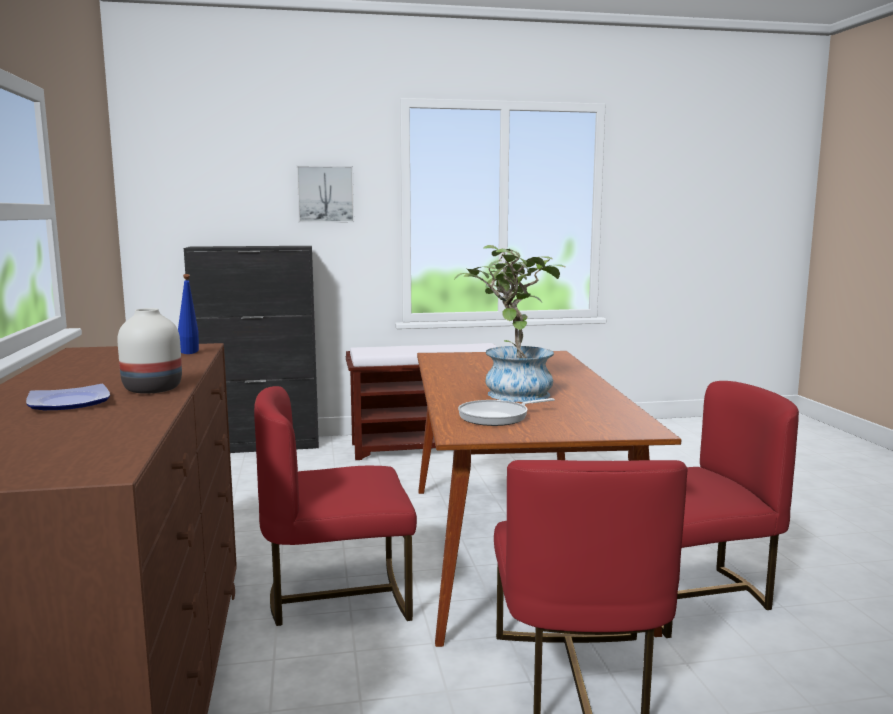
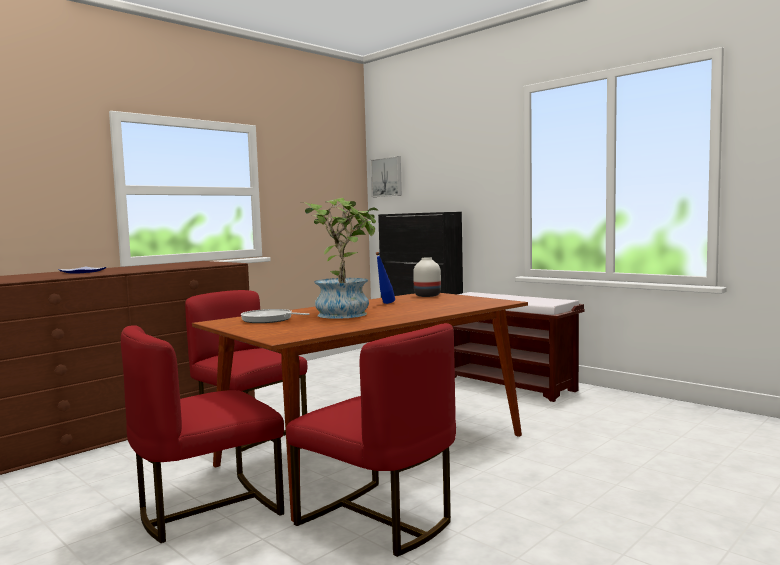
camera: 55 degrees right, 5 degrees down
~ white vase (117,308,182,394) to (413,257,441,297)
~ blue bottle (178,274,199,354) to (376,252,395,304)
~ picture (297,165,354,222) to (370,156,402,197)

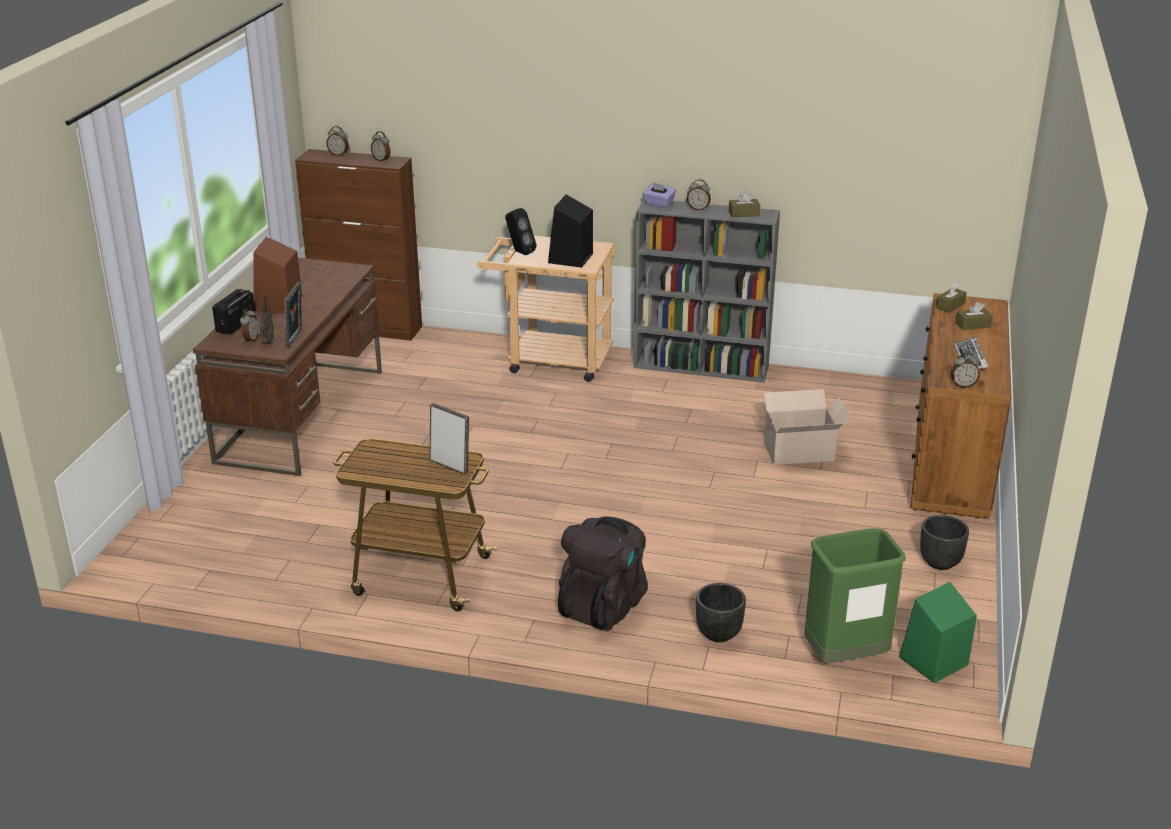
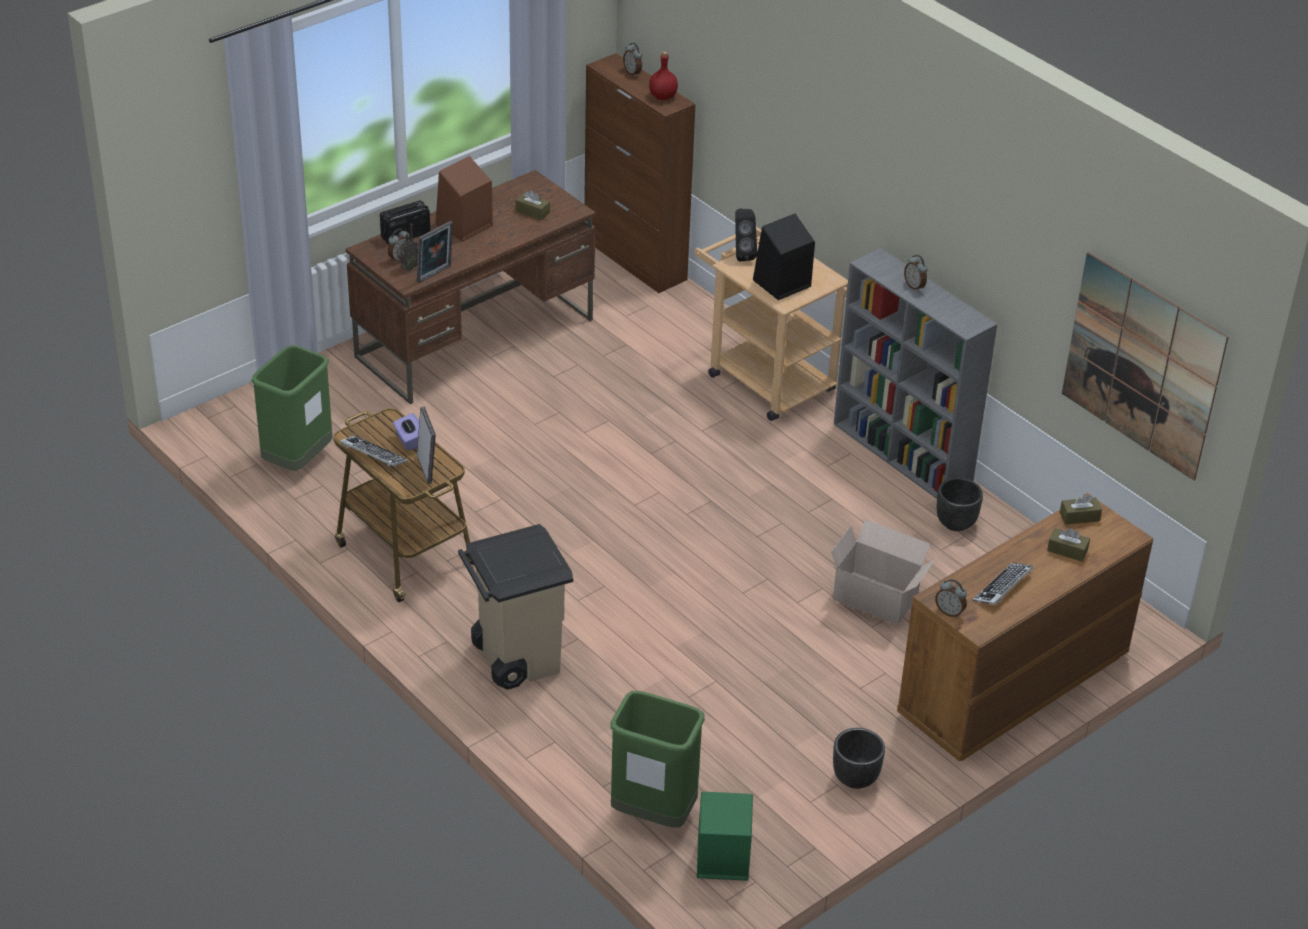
camera: 35 degrees right, 10 degrees up
~ alarm clock (371,131,391,162) to red bottle (649,51,678,100)
~ black backpack (558,516,648,631) to beige trash can (458,524,573,690)
~ purple tissue box (643,182,676,208) to (393,413,419,451)
~ black planter (696,583,746,642) to (937,477,983,531)
~ brown tissue box (729,191,760,217) to (515,190,550,220)
+ green trash can (251,345,333,471)
+ keyboard (340,436,408,467)
+ picture (1062,252,1228,481)

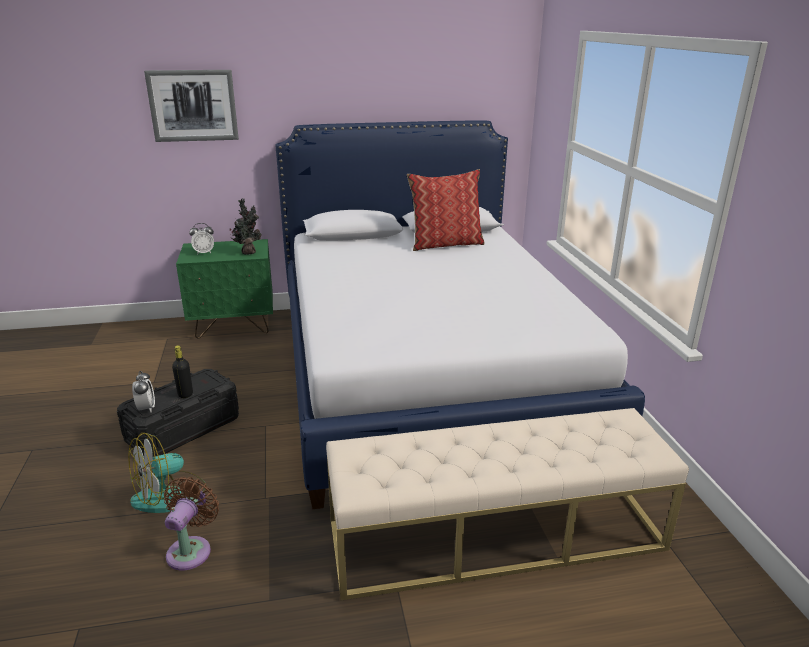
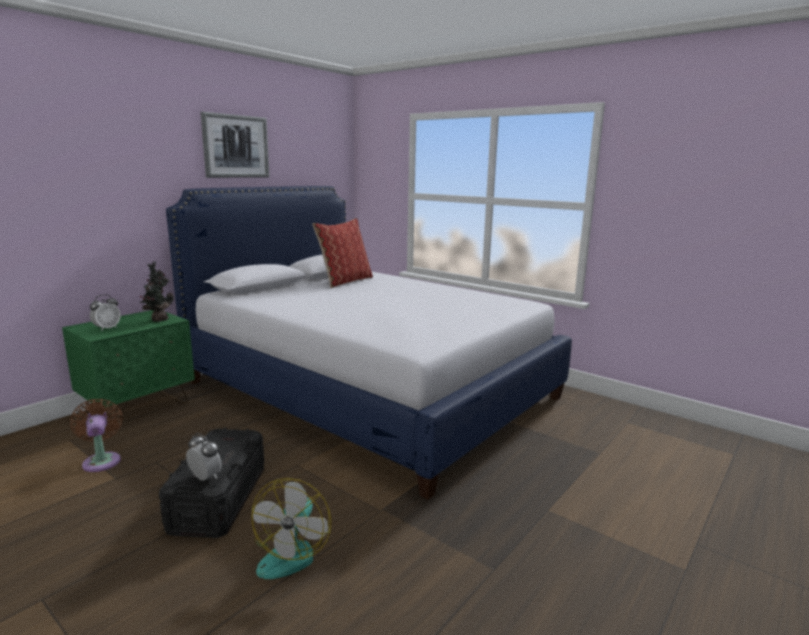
camera: 40 degrees left, 10 degrees down
~ picture (144,70,239,142) to (201,112,269,178)
~ brown fan (164,477,219,570) to (70,399,123,472)
- black bottle (172,345,193,398)
- beige bench (326,408,689,600)

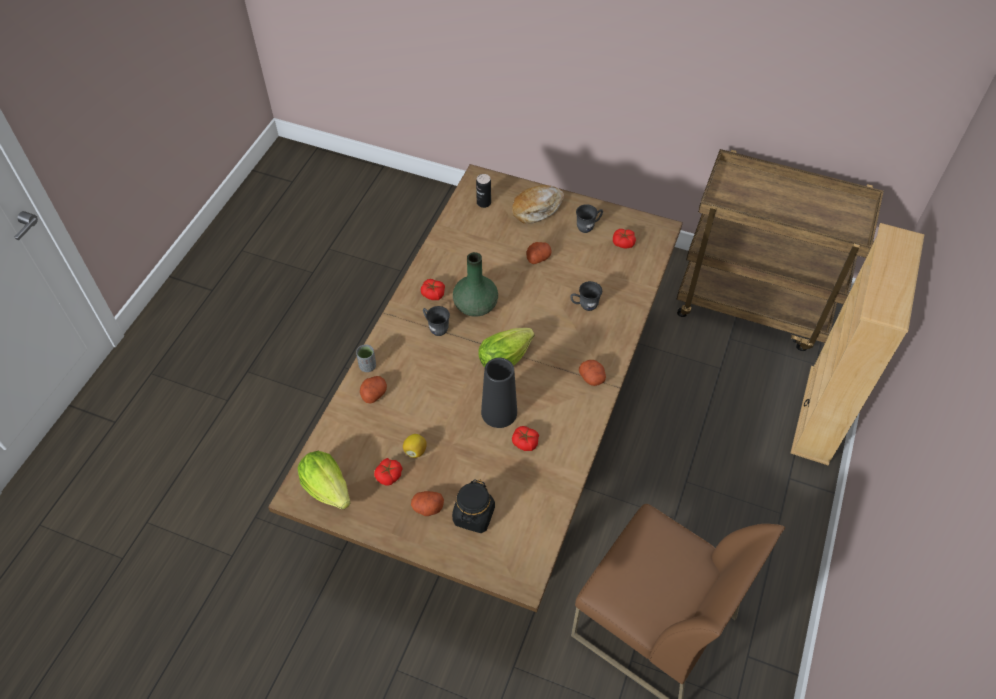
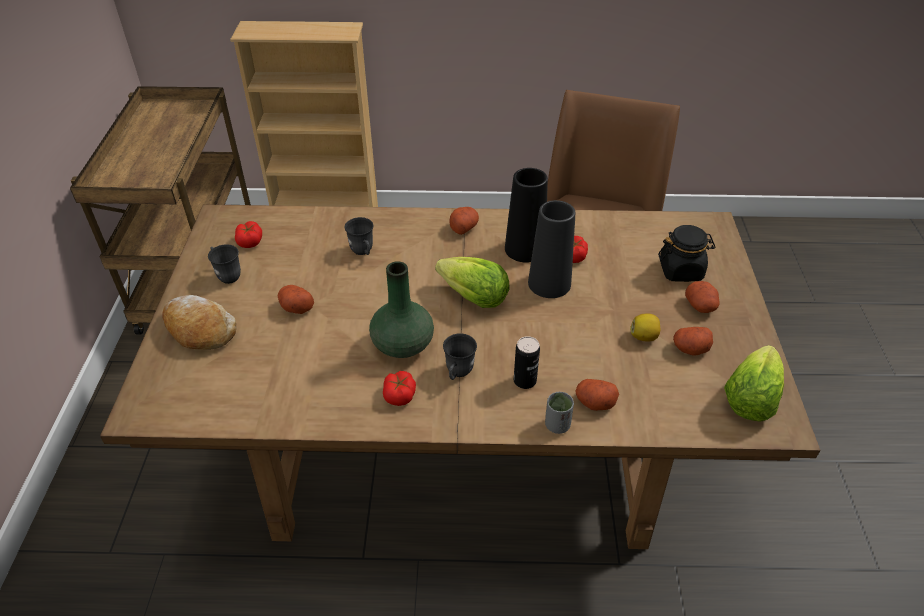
camera: 110 degrees left, 10 degrees down
~ tomato (374,458,403,485) to potato (673,327,713,356)
~ can (476,174,491,208) to (514,336,540,389)
+ black vase (505,168,548,262)

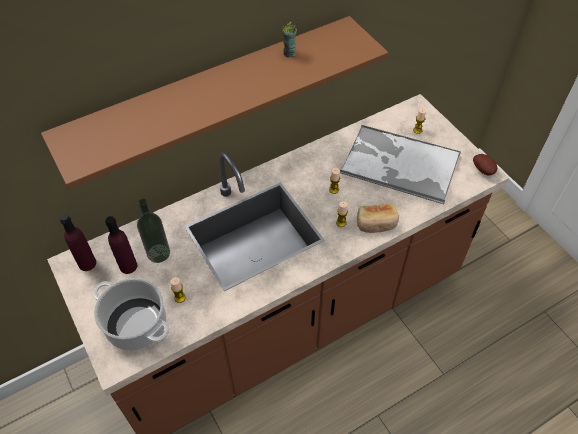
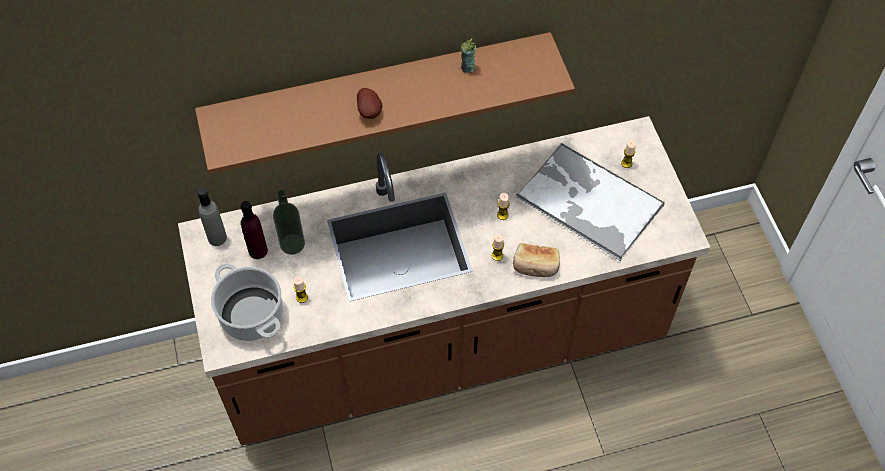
camera: 15 degrees right, 5 degrees up
~ purple bottle (60,213,96,271) to grey bottle (197,187,227,246)
~ potato (473,154,497,175) to (357,88,383,119)

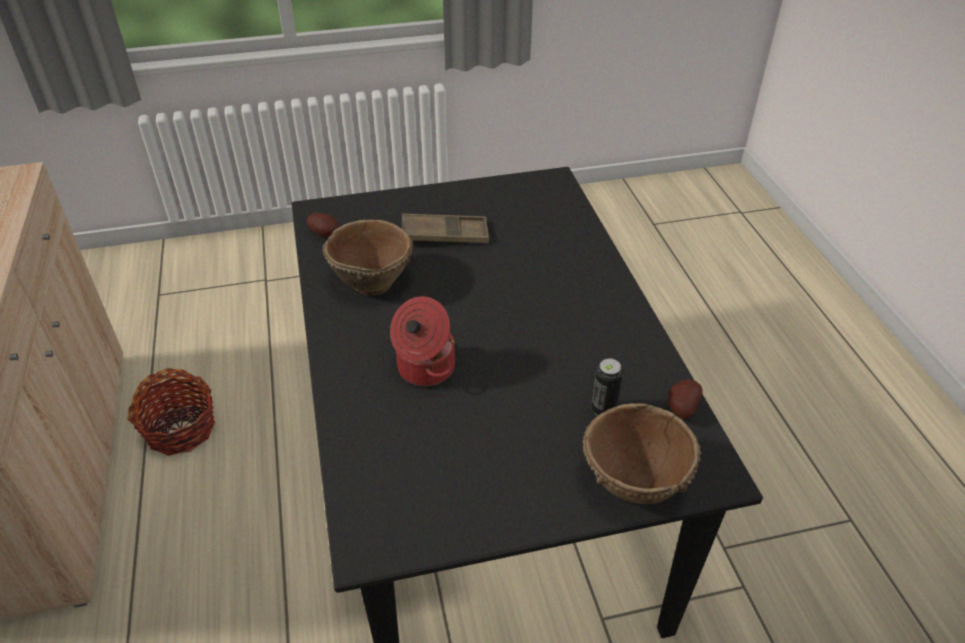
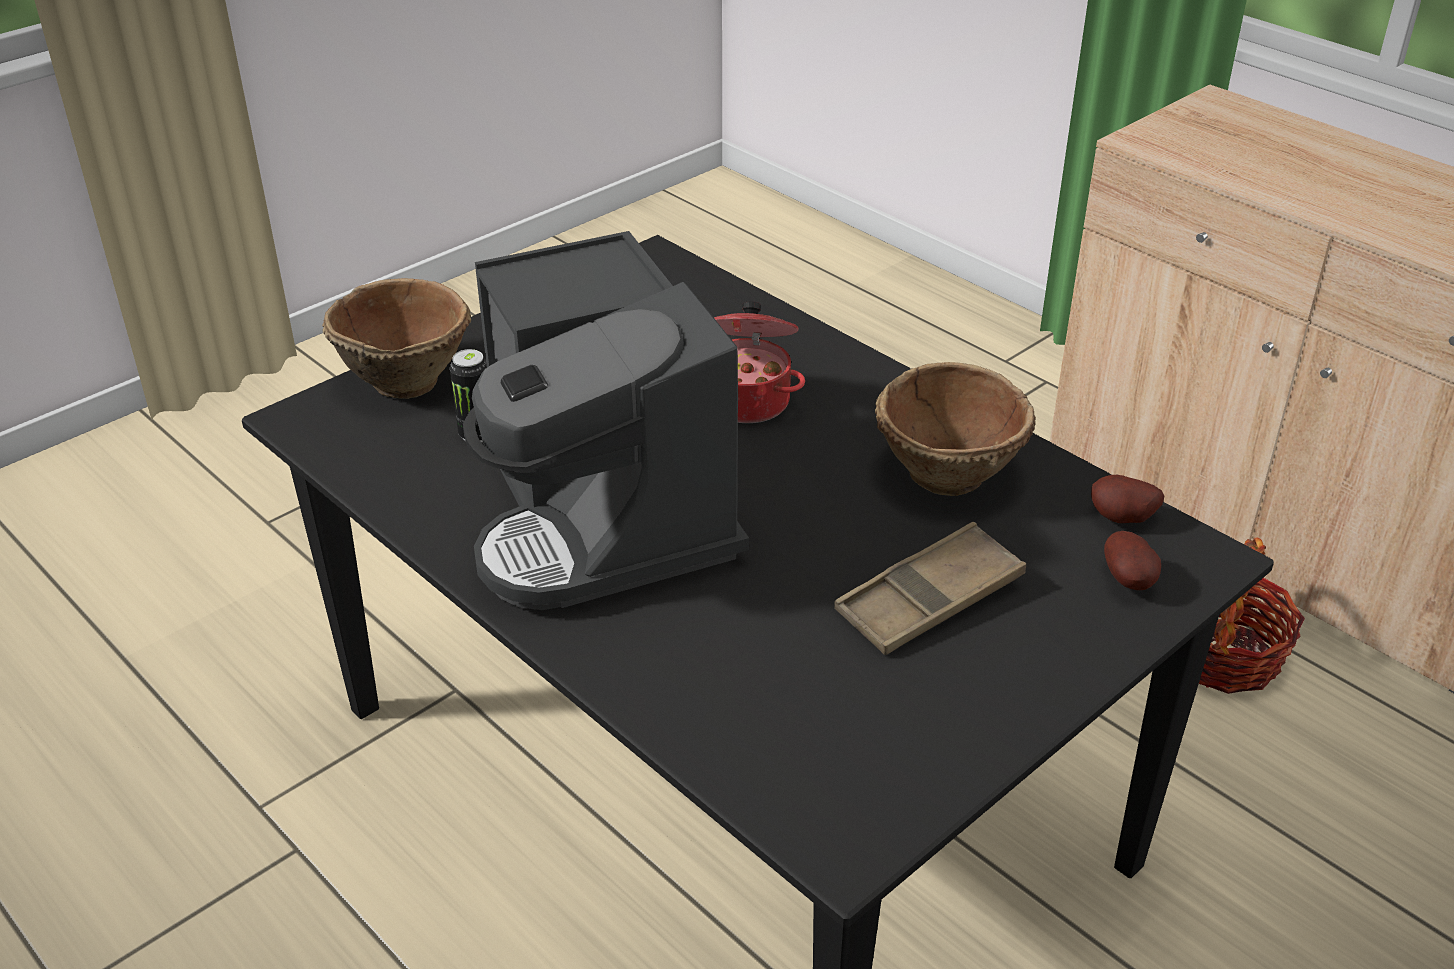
camera: 150 degrees right, 5 degrees down
~ potato (668,379,703,419) to (1104,531,1161,590)
+ coffee machine (463,231,749,610)

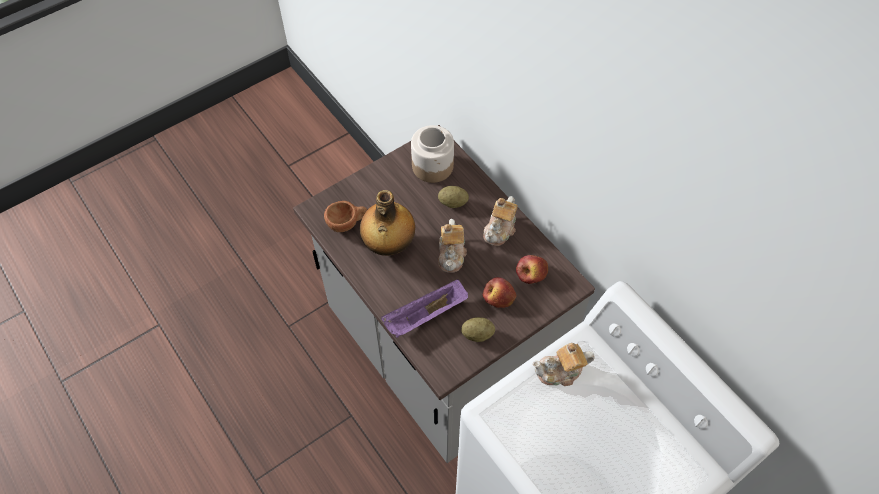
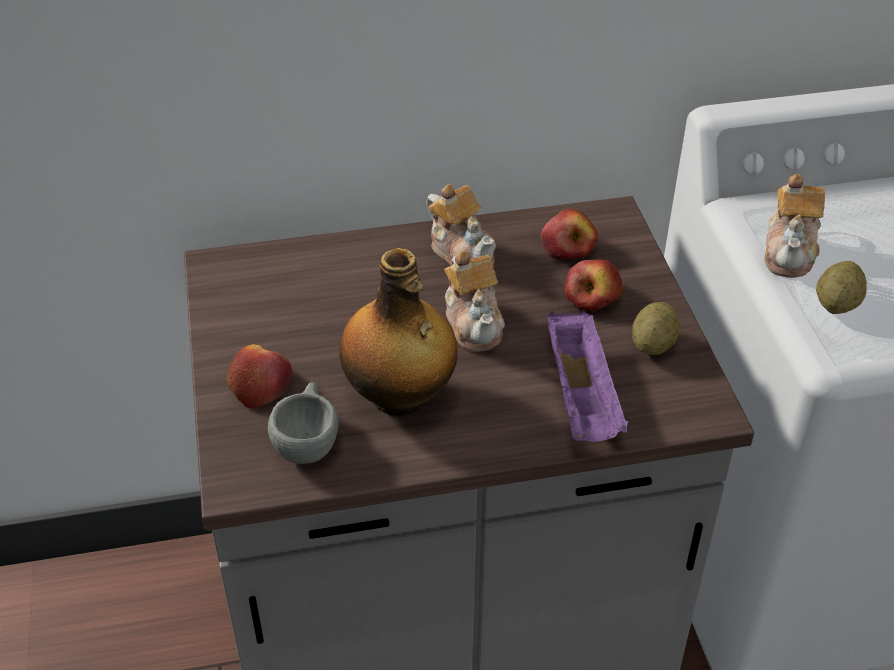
camera: 65 degrees left, 15 degrees down
~ brown cup (324,201,367,232) to grey cup (268,382,339,464)
- jar (411,125,454,183)
~ potato (438,186,469,208) to (816,261,867,314)
~ teapot (438,219,467,273) = (444,250,505,352) 45 degrees clockwise
+ apple (227,345,292,409)

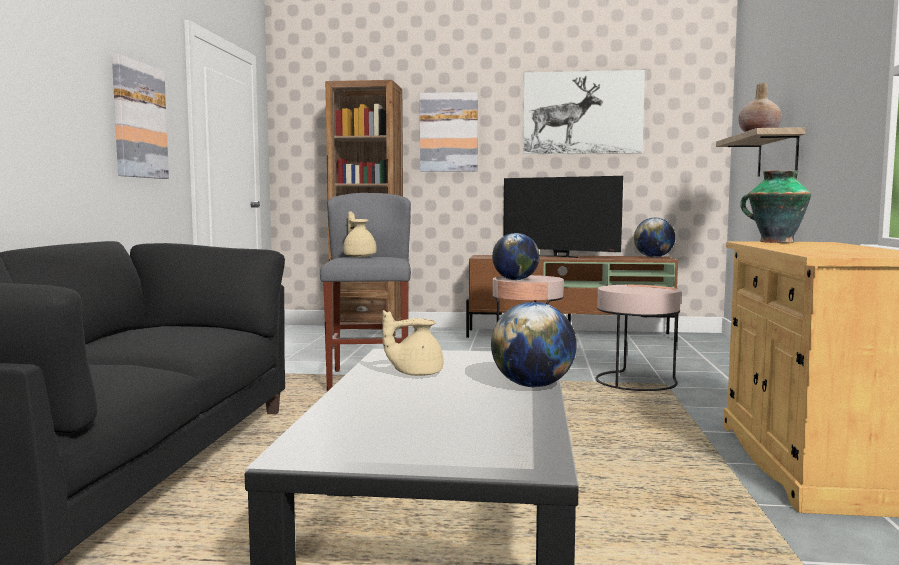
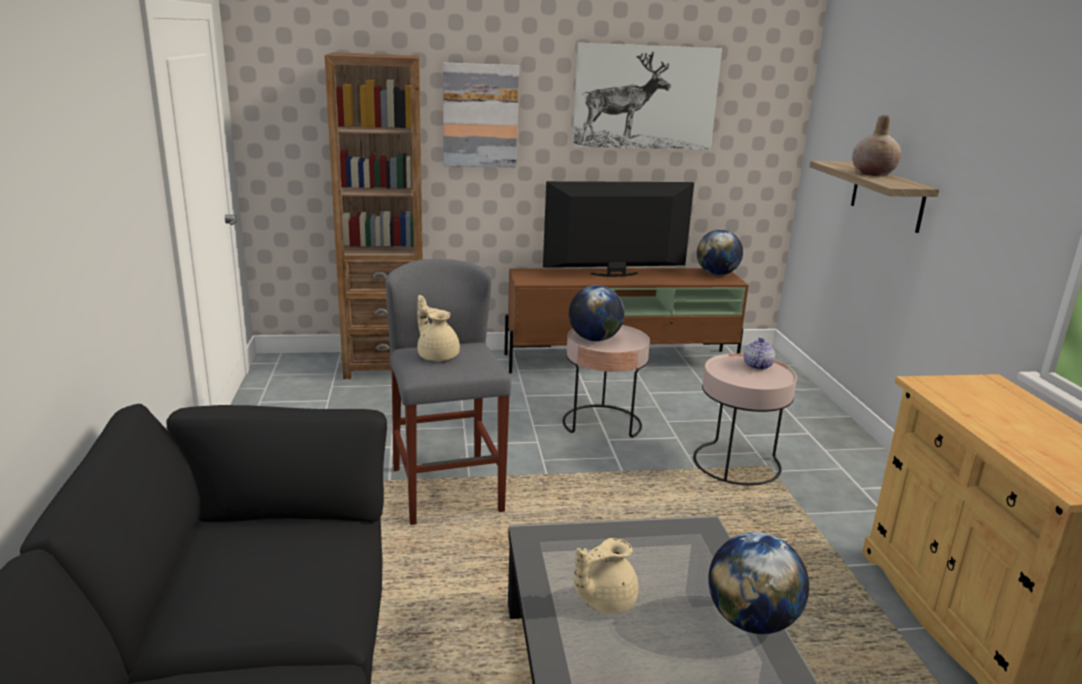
camera: 15 degrees left, 15 degrees up
- picture (112,54,169,179)
~ television (503,176,623,258) = (543,181,694,277) 150 degrees clockwise
- vase (740,170,811,243)
+ teapot (744,338,775,370)

